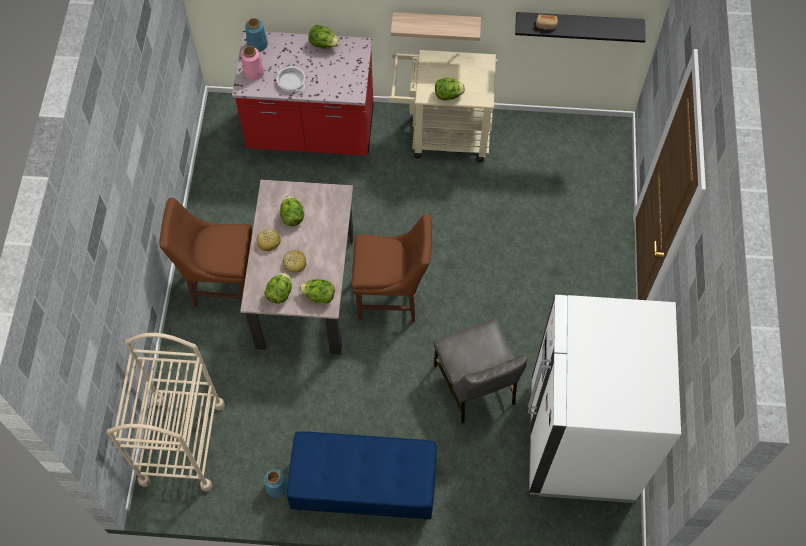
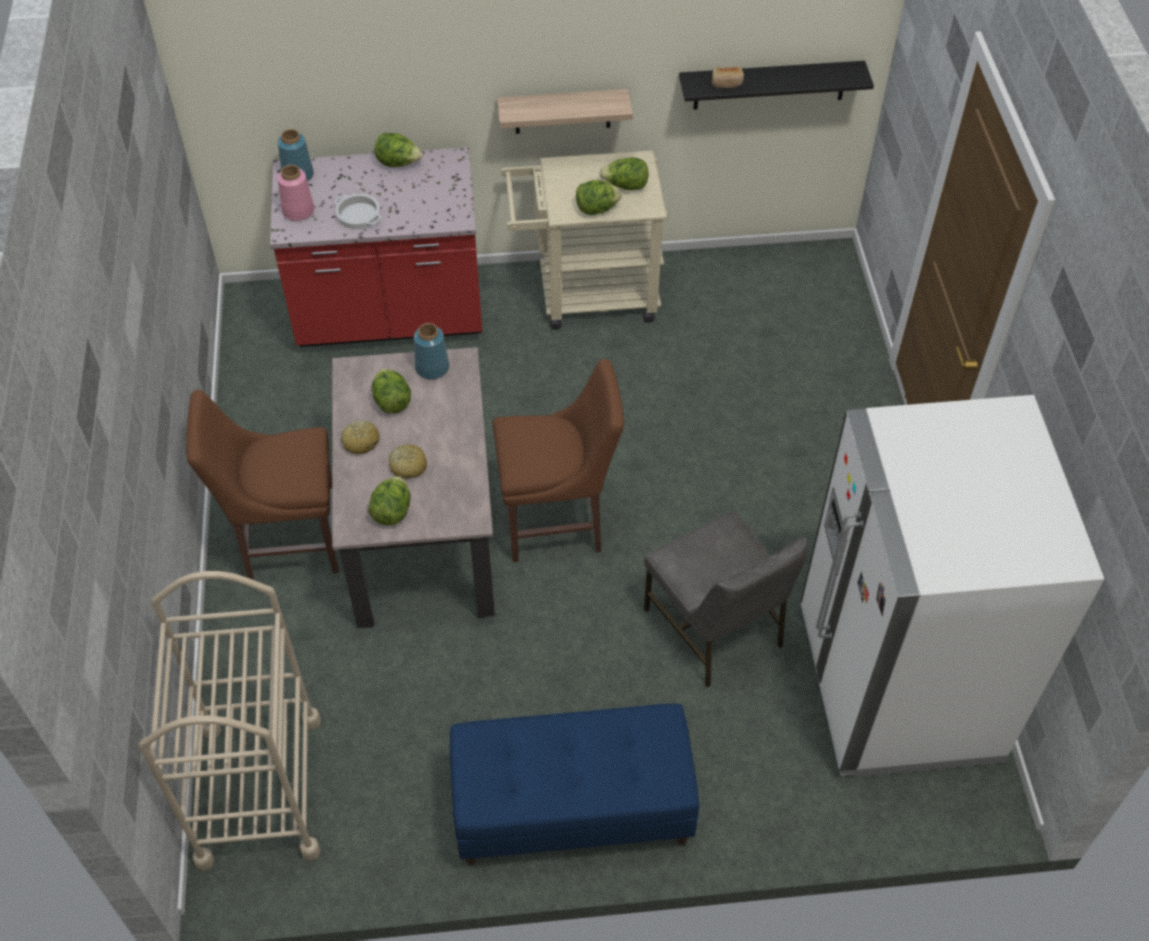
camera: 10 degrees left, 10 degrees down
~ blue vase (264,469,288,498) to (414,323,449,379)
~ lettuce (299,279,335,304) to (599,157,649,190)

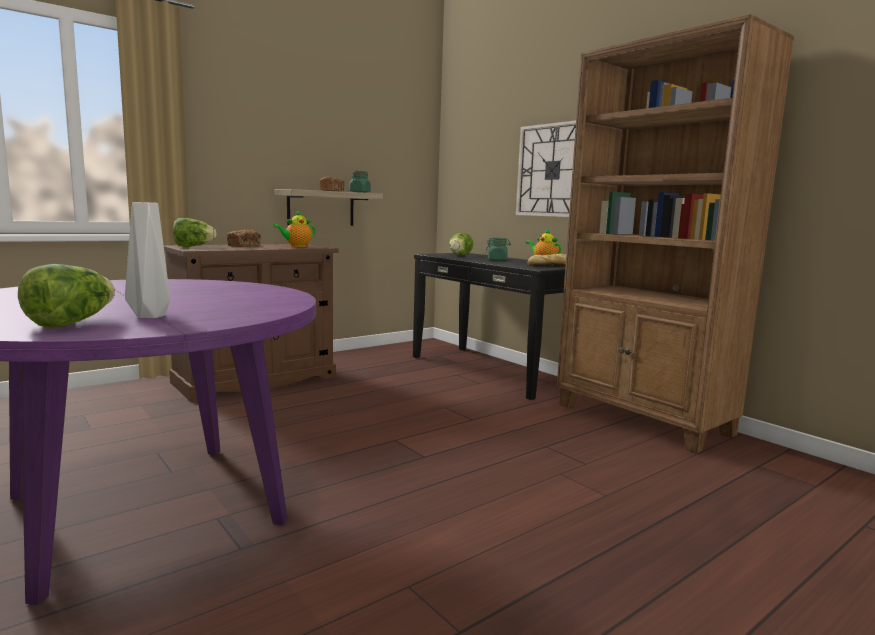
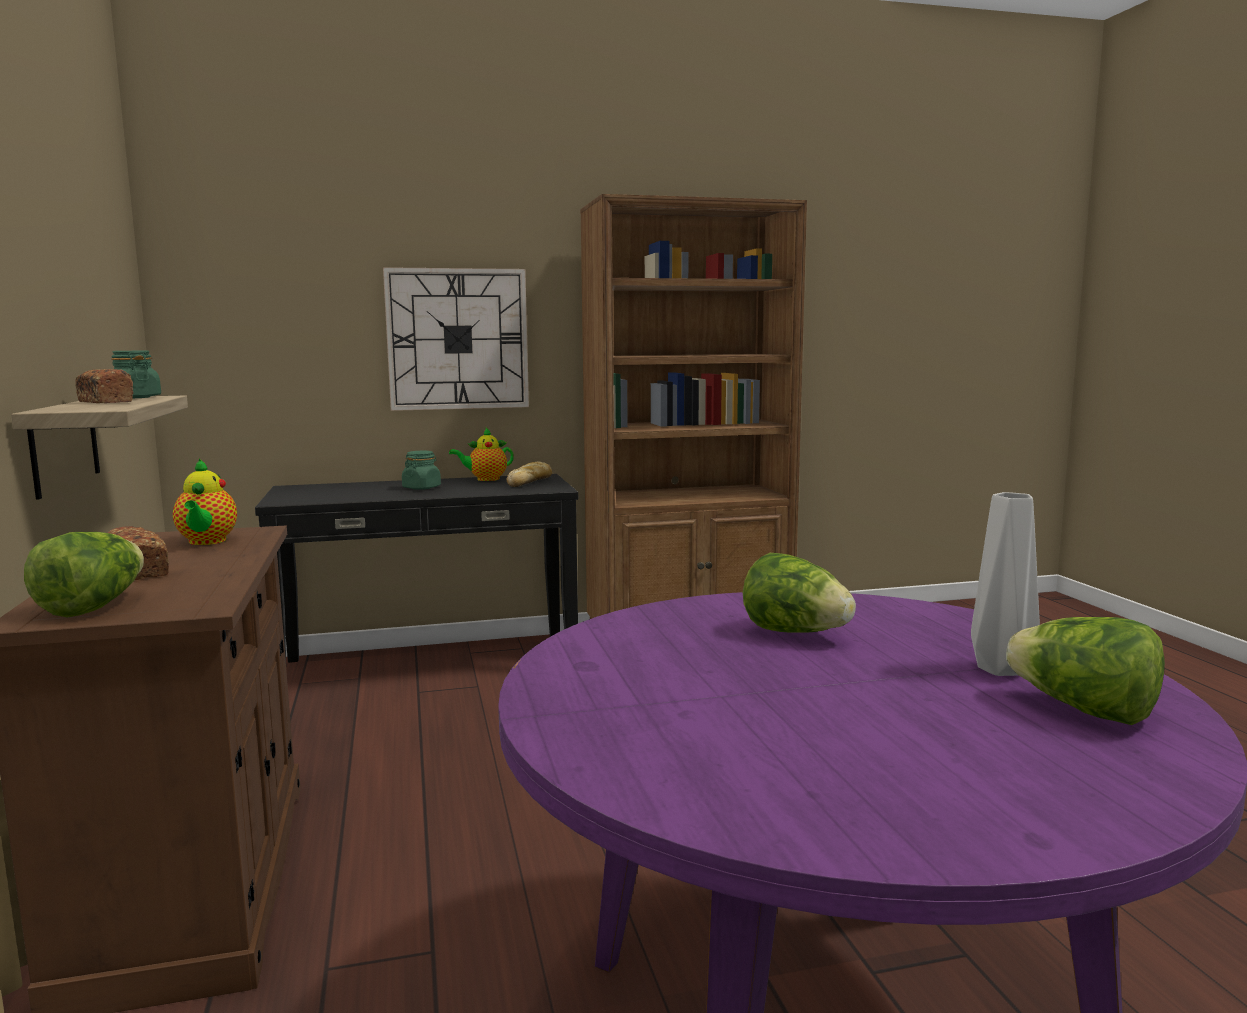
camera: 65 degrees left, 0 degrees up
~ lettuce (449,233,473,255) to (743,553,856,633)

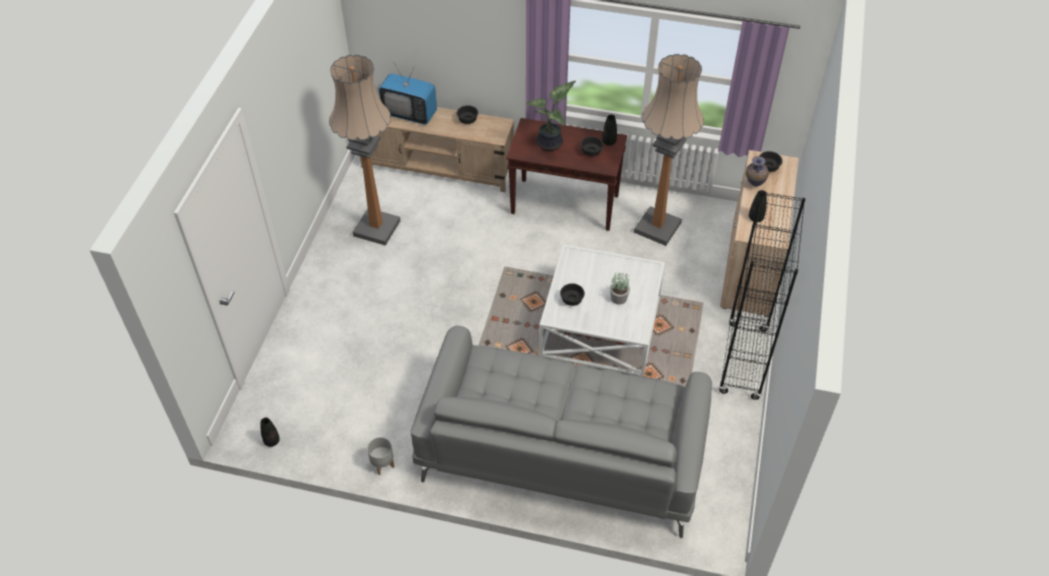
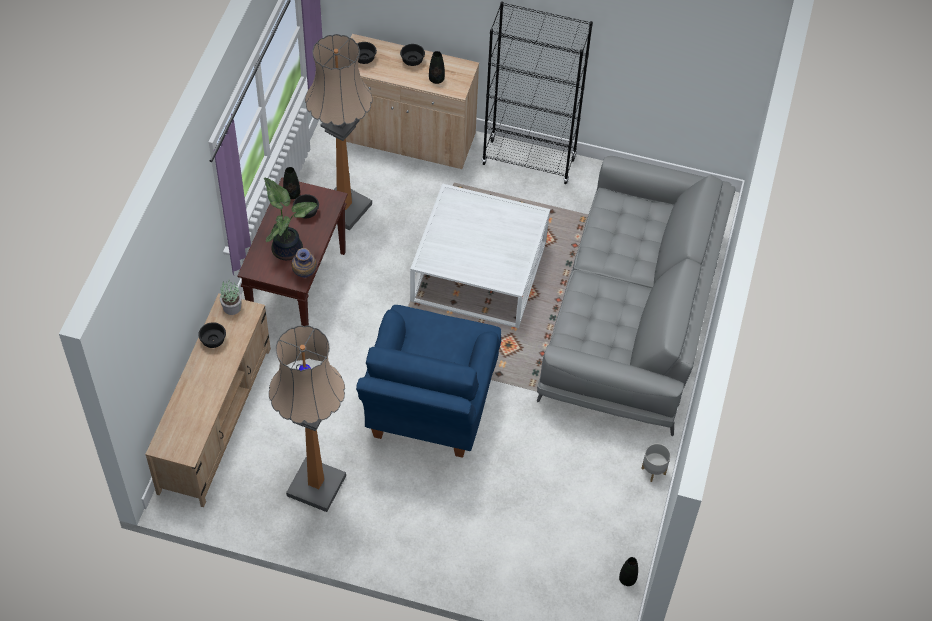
camera: 90 degrees left, 5 degrees up
- television (379,63,437,125)
~ black bowl (560,283,585,306) to (400,44,425,66)
~ potted plant (610,271,630,305) to (220,278,242,315)
~ vase (746,156,769,187) to (291,248,317,278)
+ blue armchair (356,305,501,458)

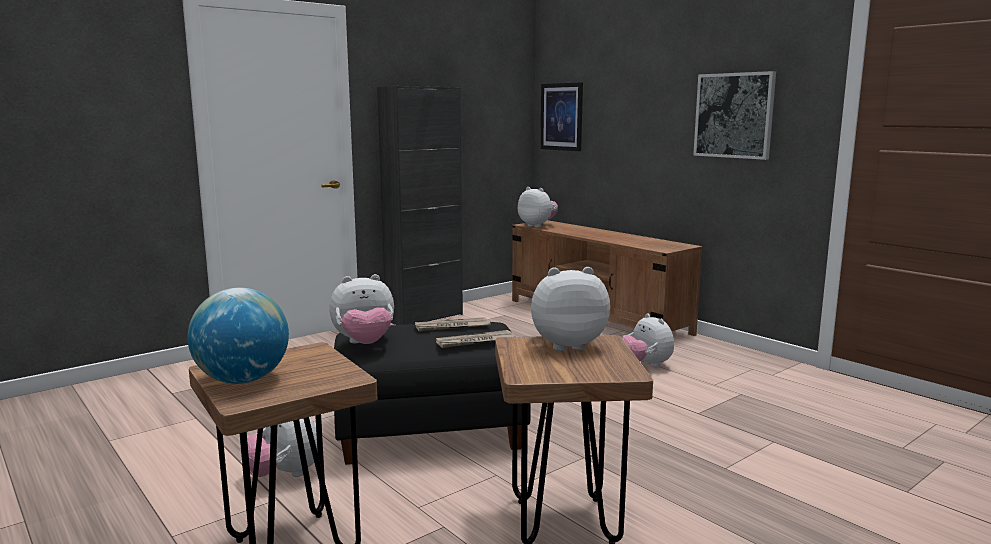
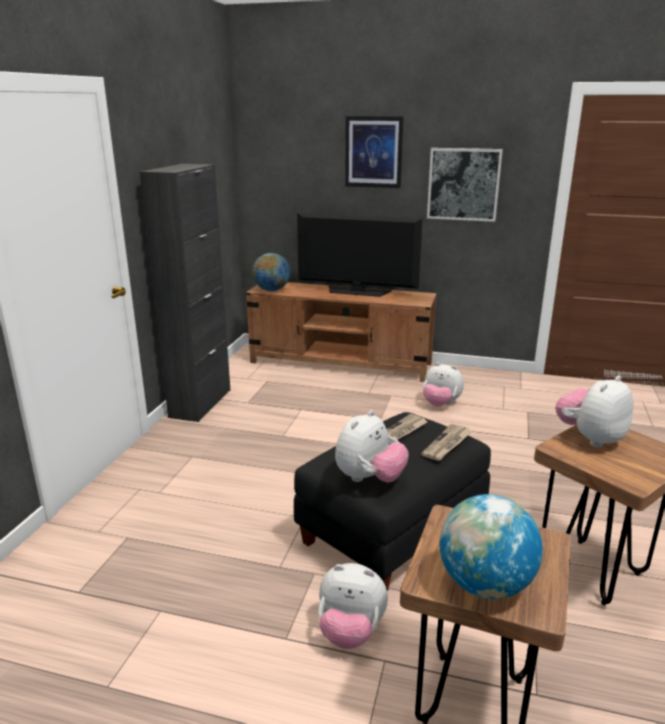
camera: 35 degrees left, 10 degrees up
~ plush toy (518,187,558,228) to globe (252,253,290,291)
~ picture (540,82,583,151) to (345,116,403,188)
+ television (297,213,423,297)

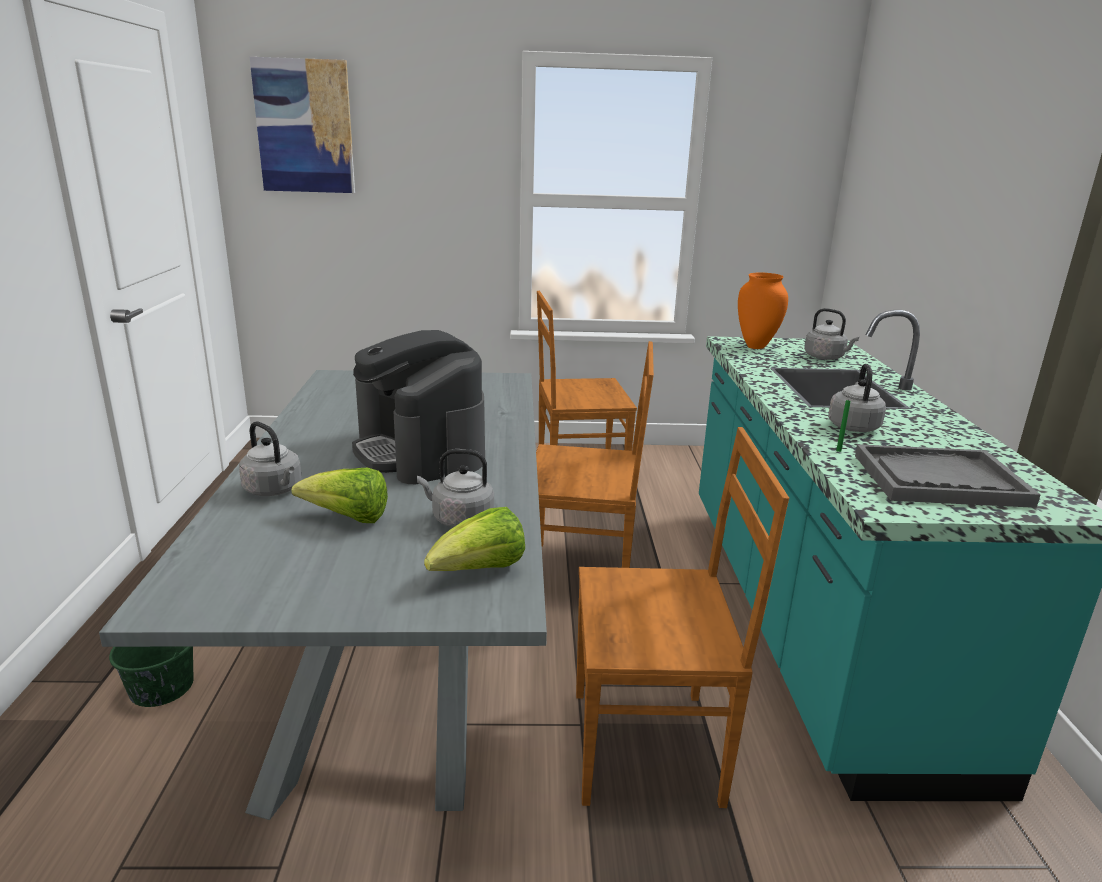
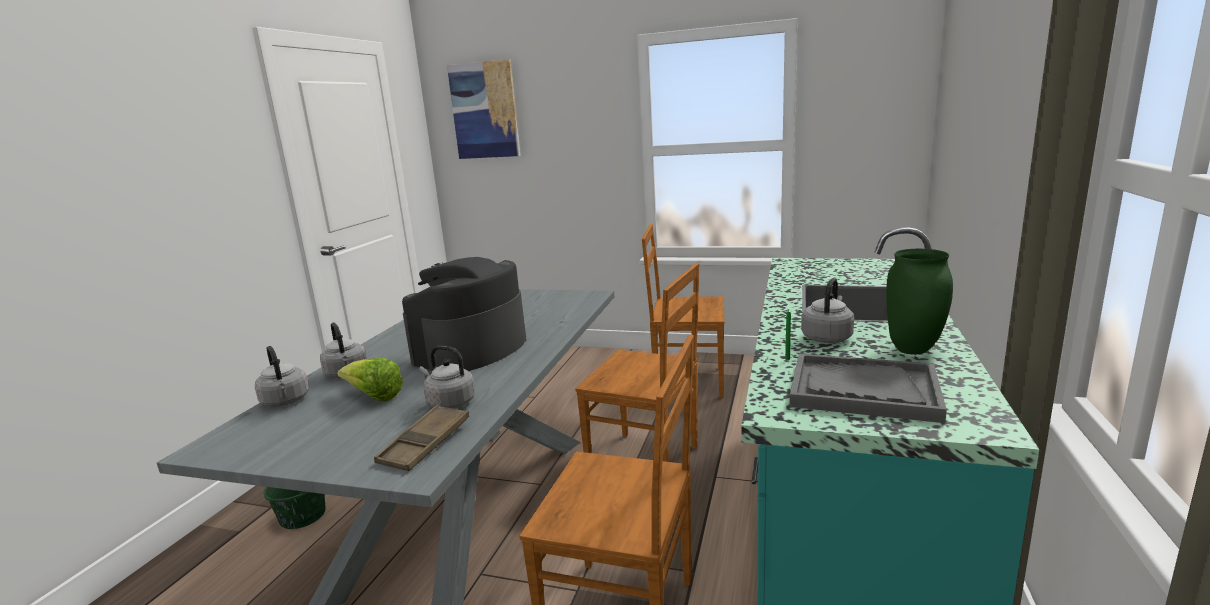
camera: 20 degrees right, 5 degrees down
~ coffee machine (352,330,485,484) = (402,257,526,371) 45 degrees clockwise
~ lettuce (424,507,525,571) to brown tray (374,405,470,471)
- orange vase (738,272,788,349)
~ grey kettle (804,308,859,360) to (255,346,309,407)
+ green vase (886,249,953,354)

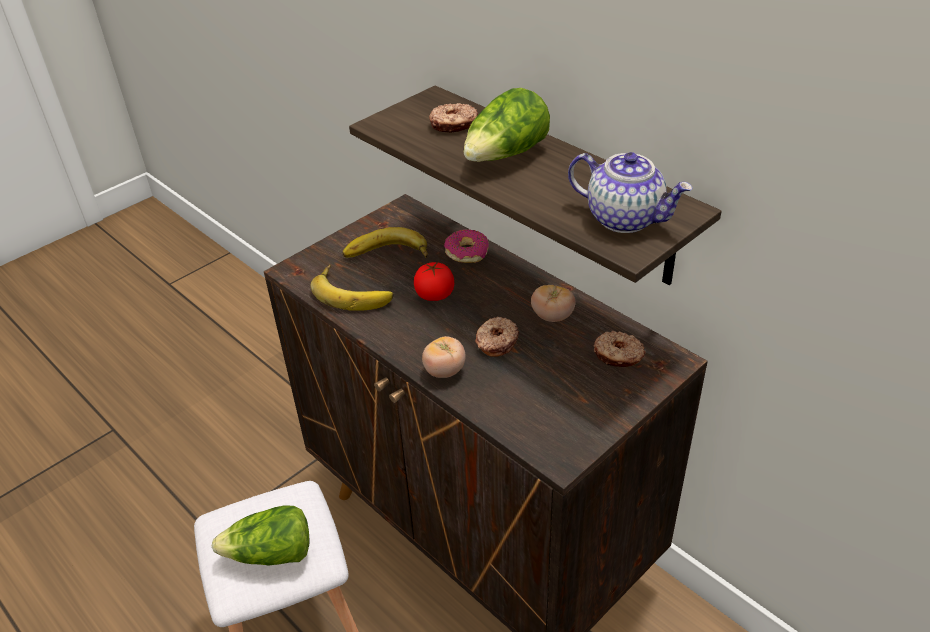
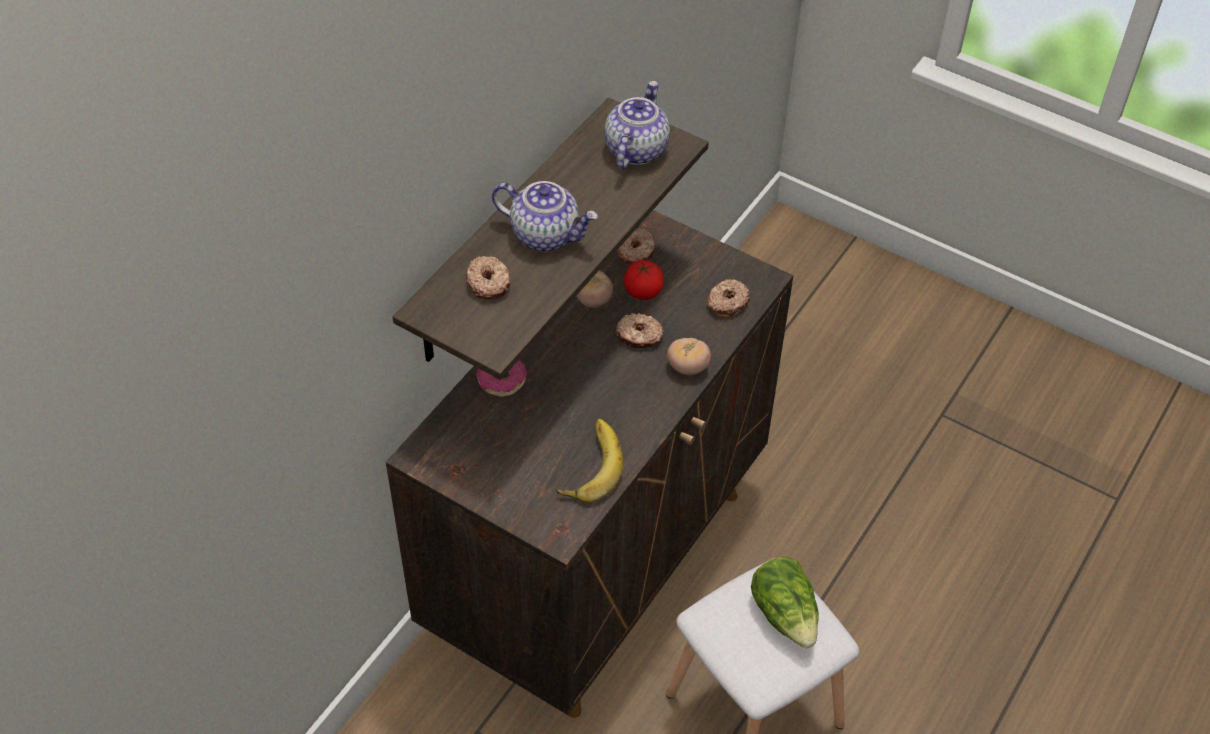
camera: 105 degrees left, 10 degrees up
- banana (343,227,428,258)
~ tomato (414,261,454,301) to (624,260,664,300)
~ lettuce (464,88,550,162) to teapot (492,181,598,251)
+ donut (707,278,750,318)

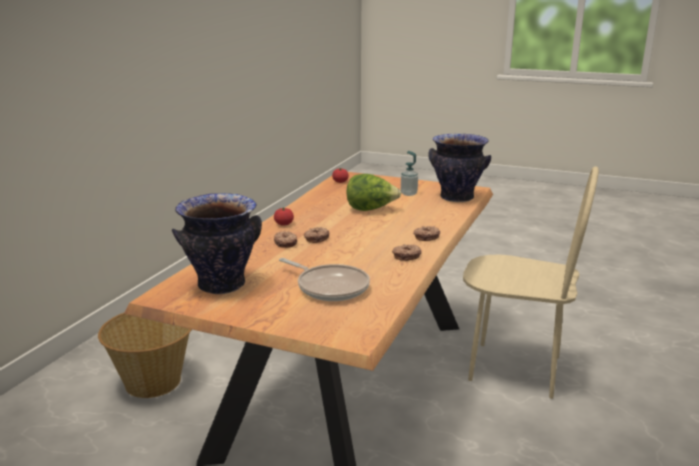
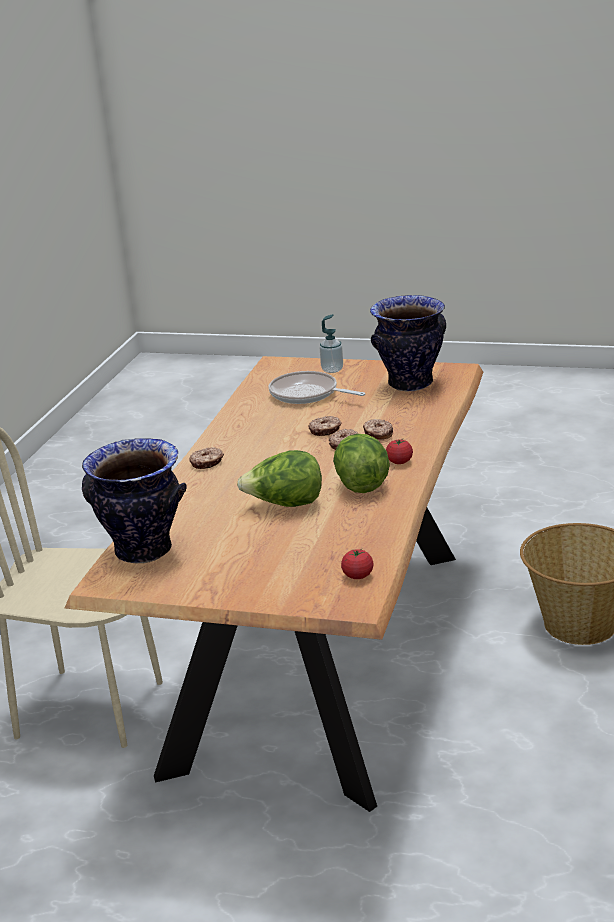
camera: 175 degrees right, 5 degrees up
~ donut (392,244,422,261) to (309,416,342,436)
~ soap dispenser (401,151,418,196) to (320,314,343,373)
+ lettuce (333,434,390,493)

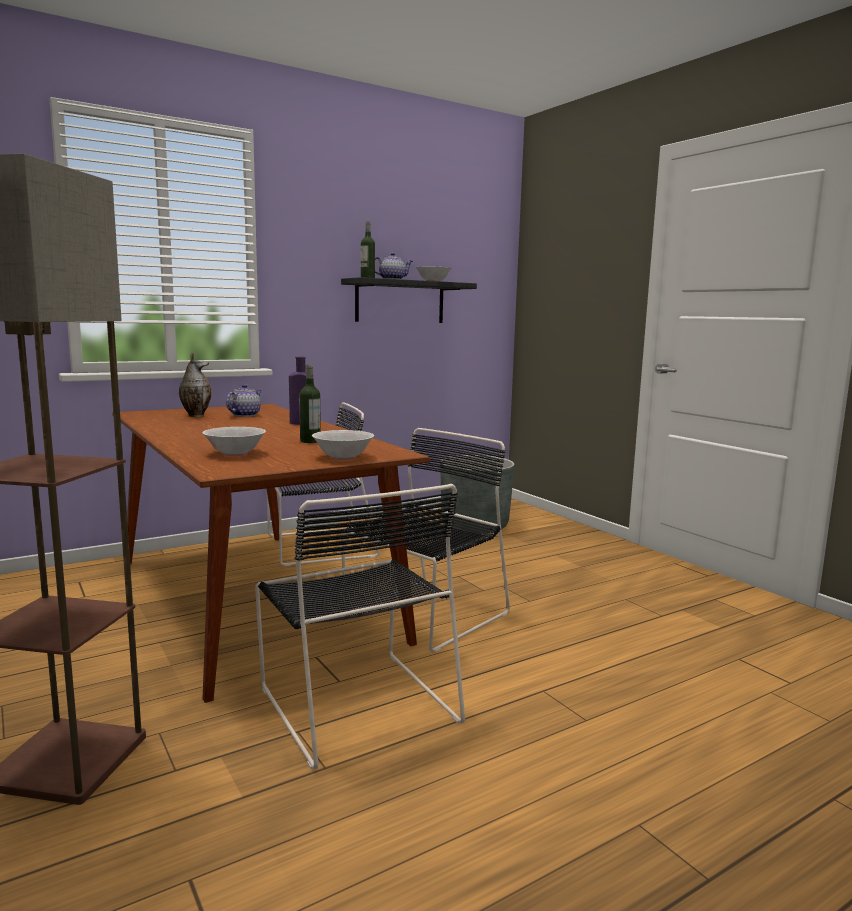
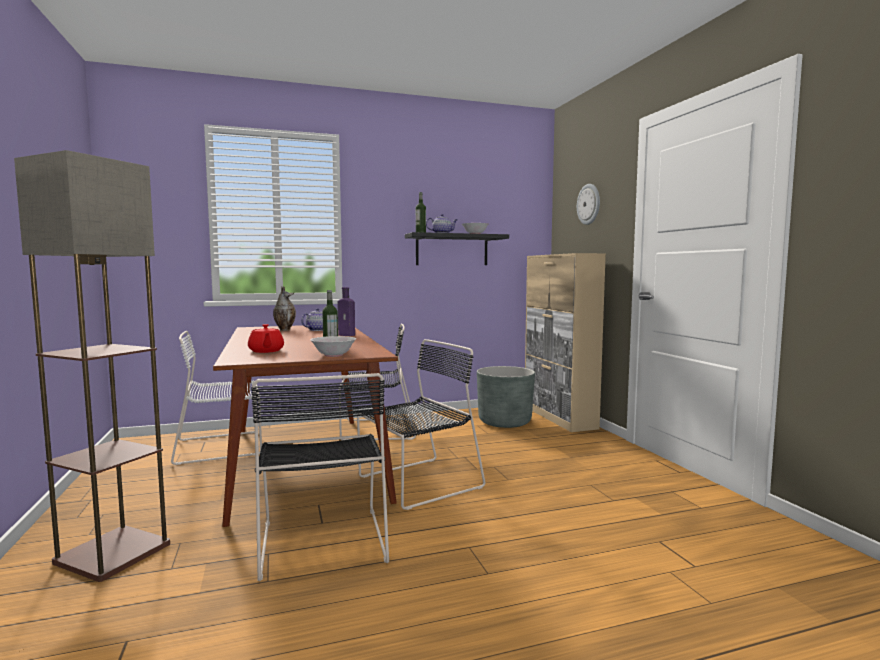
camera: 15 degrees right, 5 degrees down
~ white bowl (202,427,266,456) to red teapot (248,324,284,353)
+ white chair (171,331,262,465)
+ beige cabinet (525,253,606,432)
+ wall clock (577,184,600,225)

